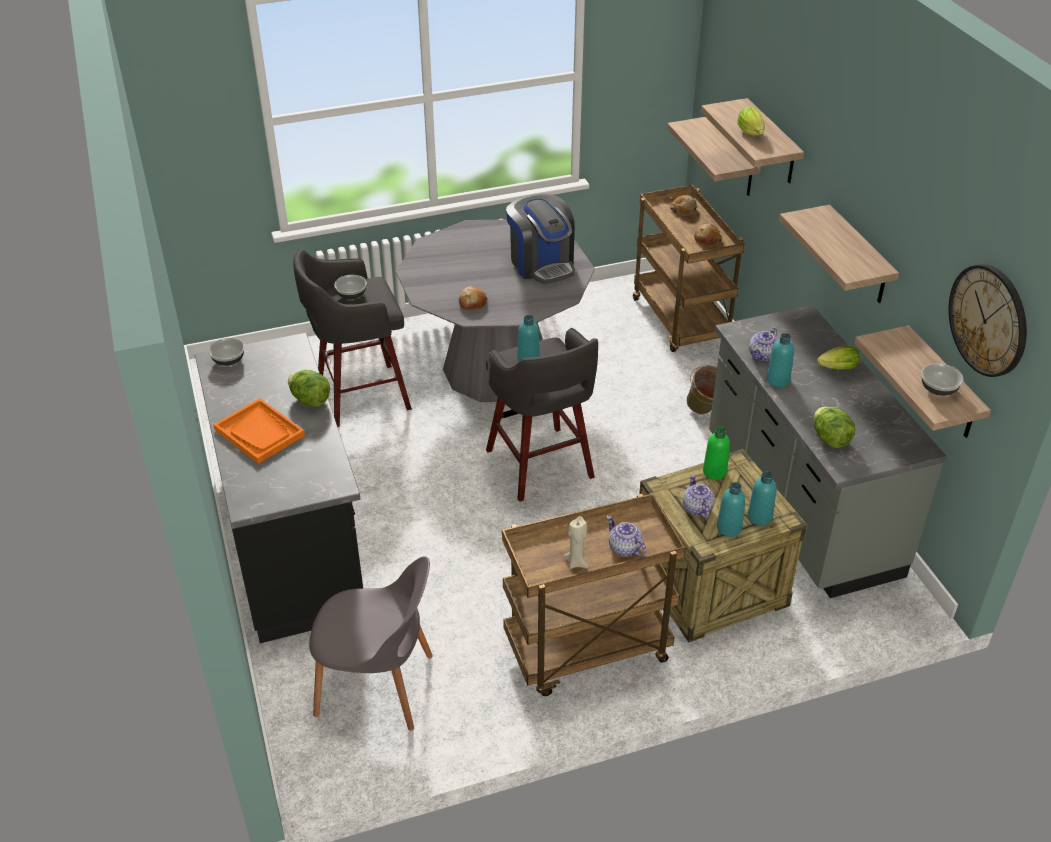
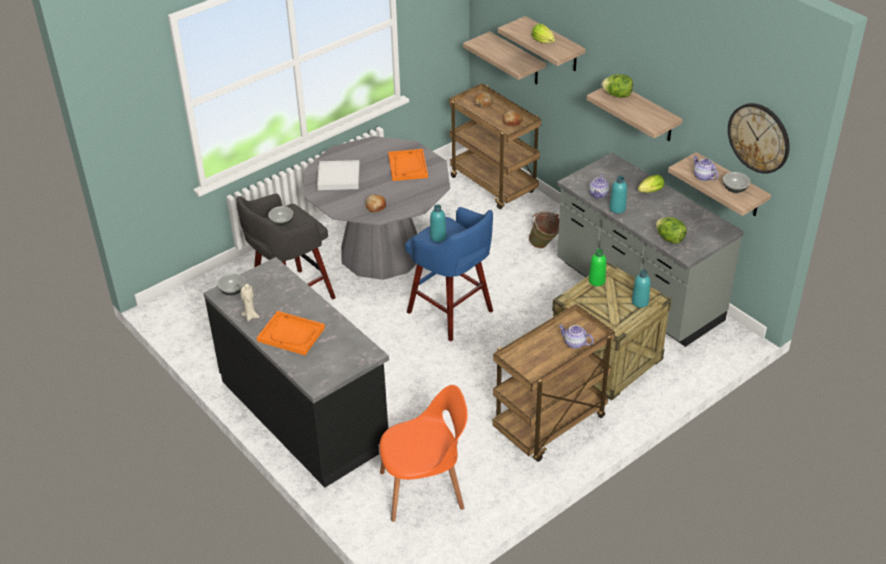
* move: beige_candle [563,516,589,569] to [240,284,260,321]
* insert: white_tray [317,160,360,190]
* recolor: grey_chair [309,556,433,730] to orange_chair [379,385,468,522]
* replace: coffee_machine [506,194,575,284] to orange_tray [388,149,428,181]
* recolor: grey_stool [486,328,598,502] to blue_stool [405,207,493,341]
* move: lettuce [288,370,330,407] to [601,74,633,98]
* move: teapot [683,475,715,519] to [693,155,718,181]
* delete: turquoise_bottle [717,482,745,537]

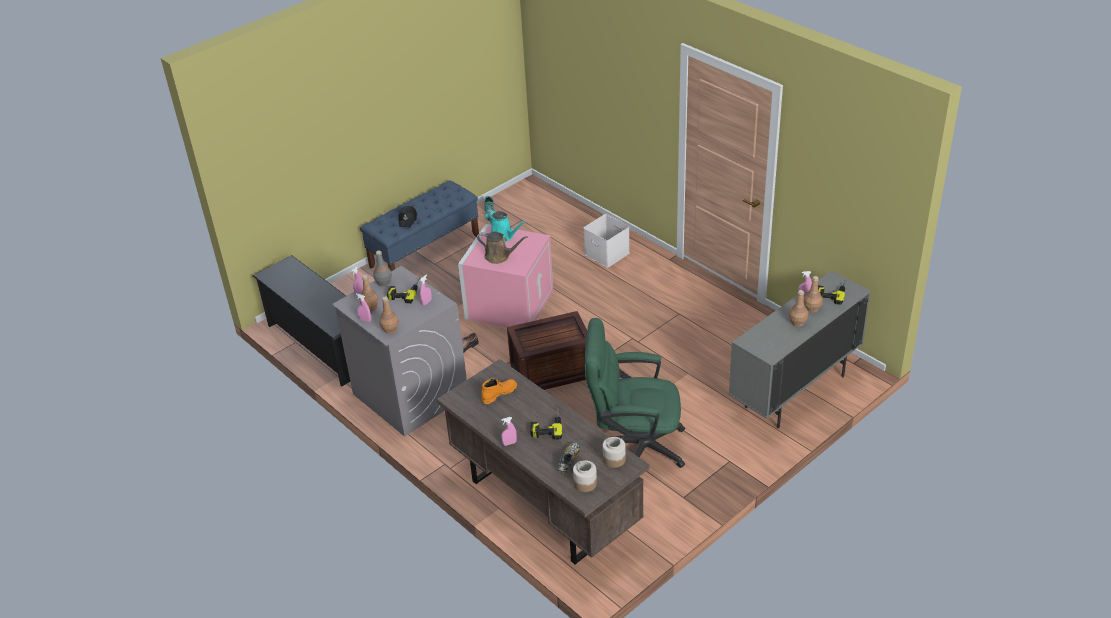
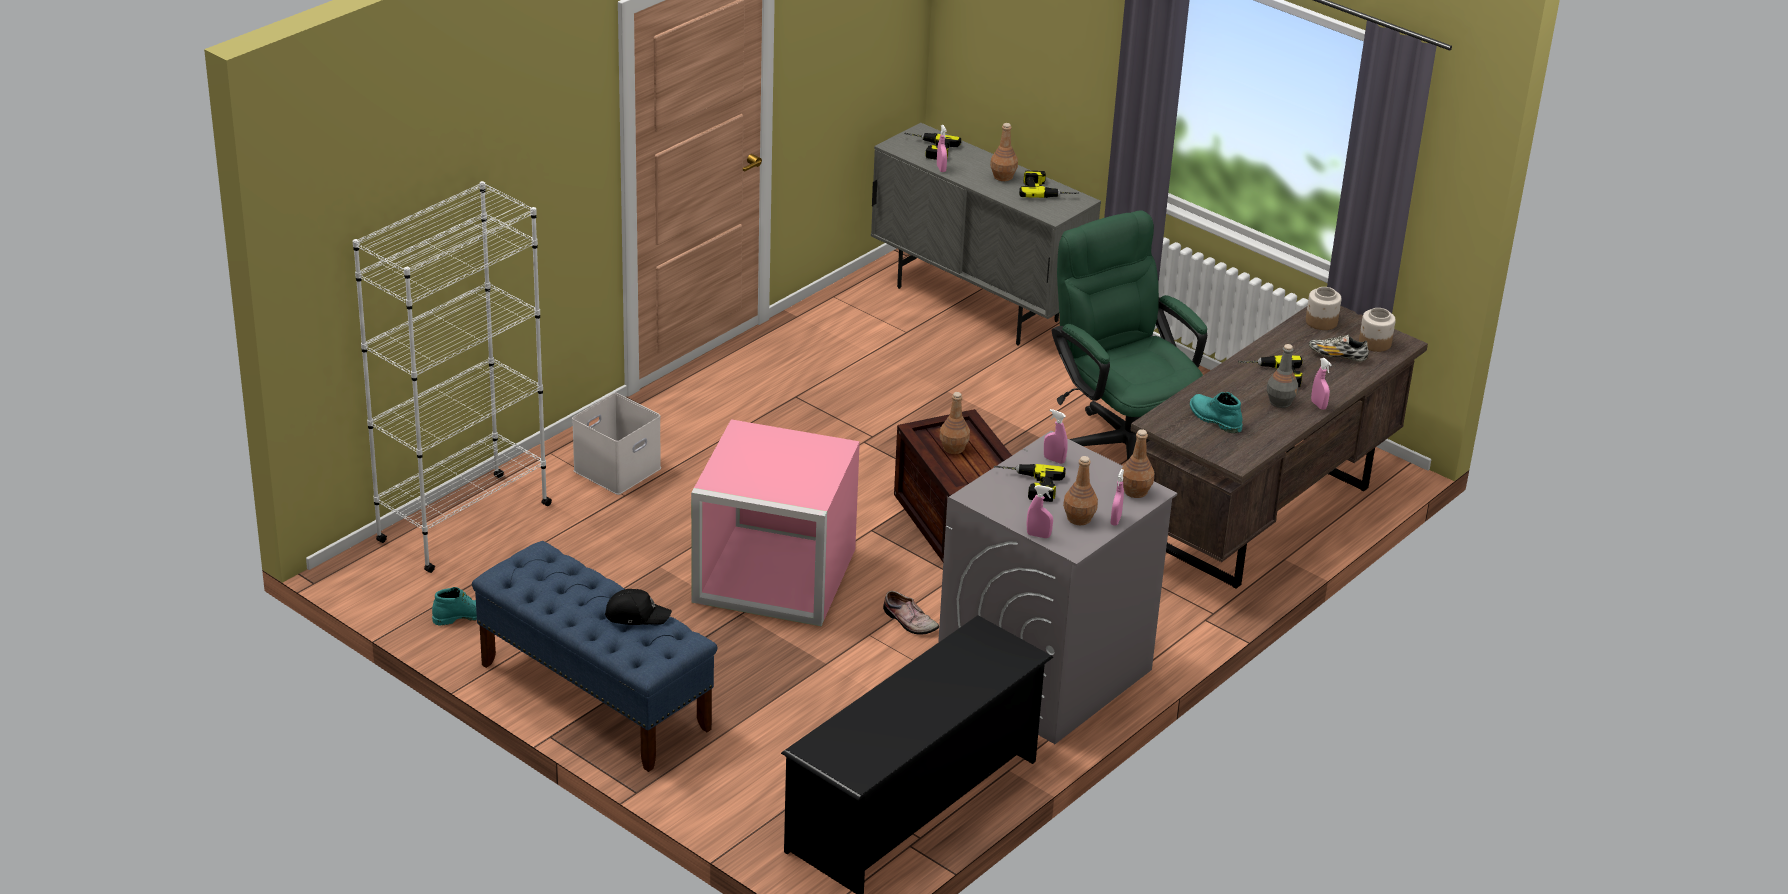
* insert: white_bookcase [353,181,552,573]
* move: brown_bottle [804,276,822,313] to [939,392,970,454]
* insert: power_drill [1019,171,1079,198]
* rotate: green_office_chair [585,318,685,468] = [1052,210,1207,461] 150 degrees clockwise
* recolor: orange_boot [481,378,517,404] to turquoise_boot [1190,392,1242,433]
* move: grey_bottle [373,250,392,287] to [1267,344,1298,408]
* delete: brown_watering_can [477,232,528,264]
* delete: turquoise_watering_can [485,210,526,242]

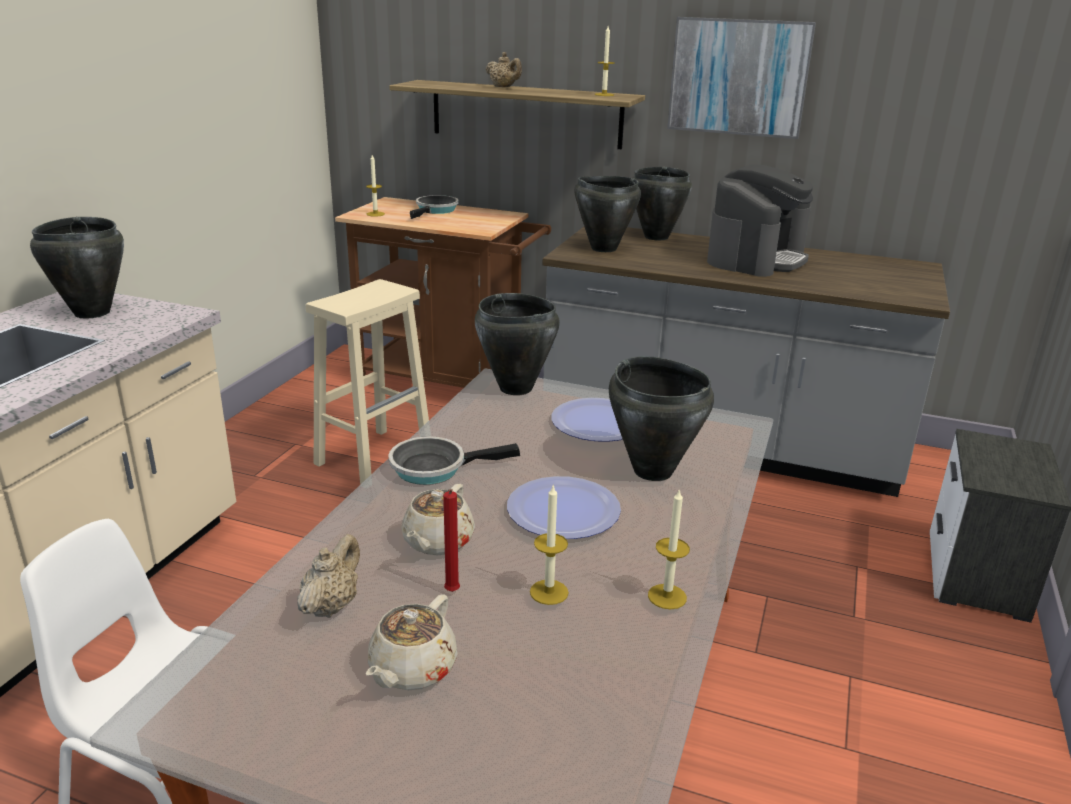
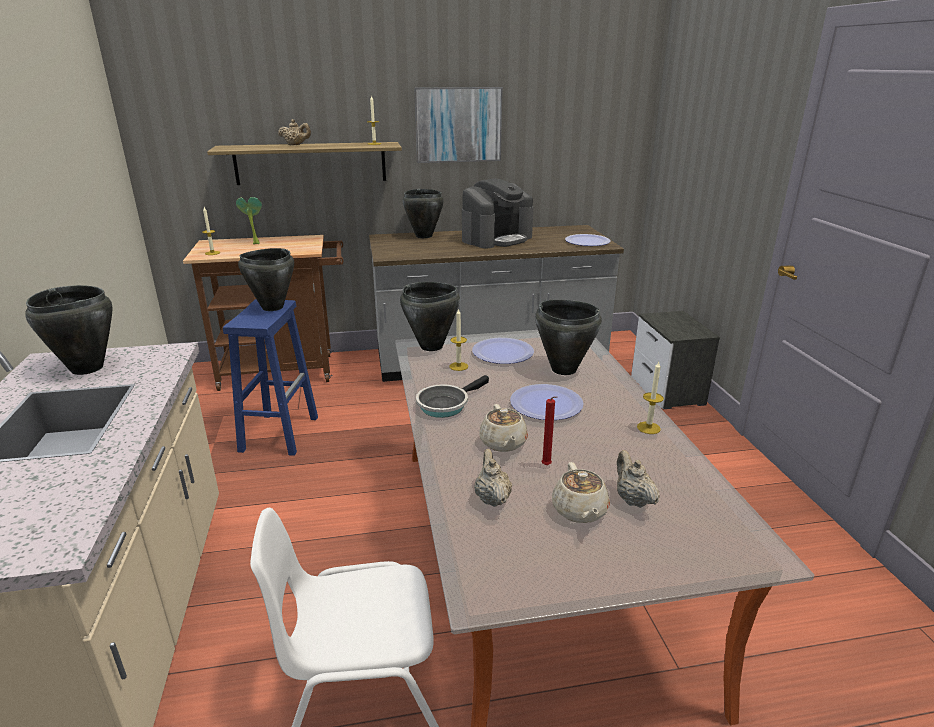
* recolor: beige_stool [306,279,429,485] to blue_stool [223,299,318,456]
* replace: frying_pan [410,195,459,219] to potted_plant [236,197,262,244]
* move: black_cooking_pot [575,176,641,252] to [238,248,294,311]
* move: candle [530,484,569,605] to [449,308,468,371]
* rotate: coffee_machine [707,164,813,277] = [462,179,534,248] 45 degrees clockwise
* insert: plate [565,234,611,246]
* insert: beige_teapot [617,450,660,508]

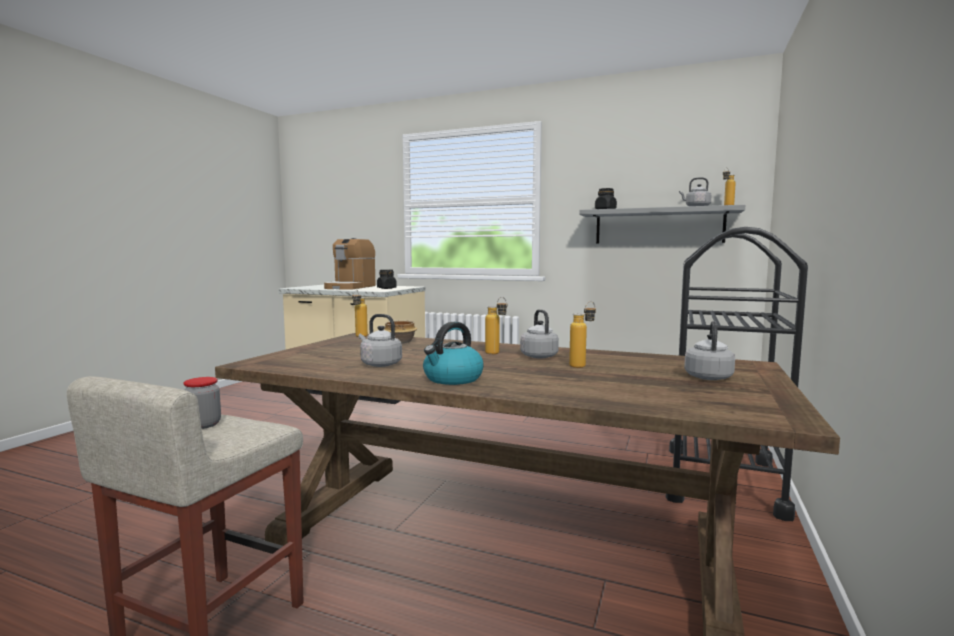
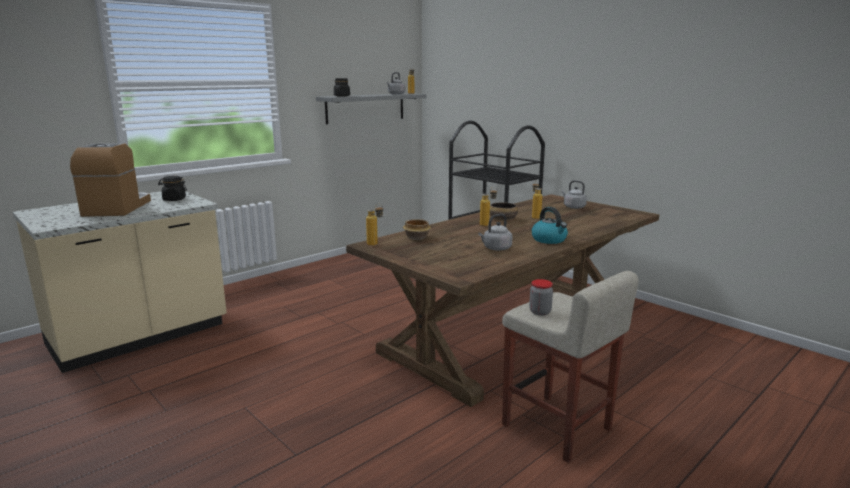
* rotate: coffee_machine [324,238,376,290] = [70,143,151,217] 135 degrees counterclockwise
* replace: grey_kettle [520,309,559,359] to bowl [490,203,518,220]

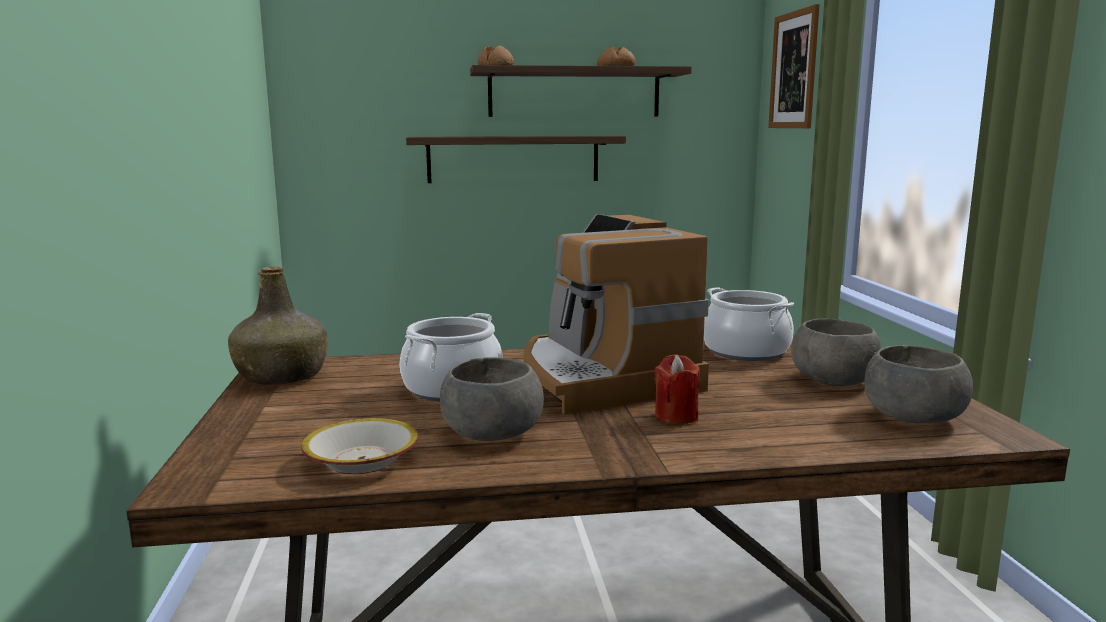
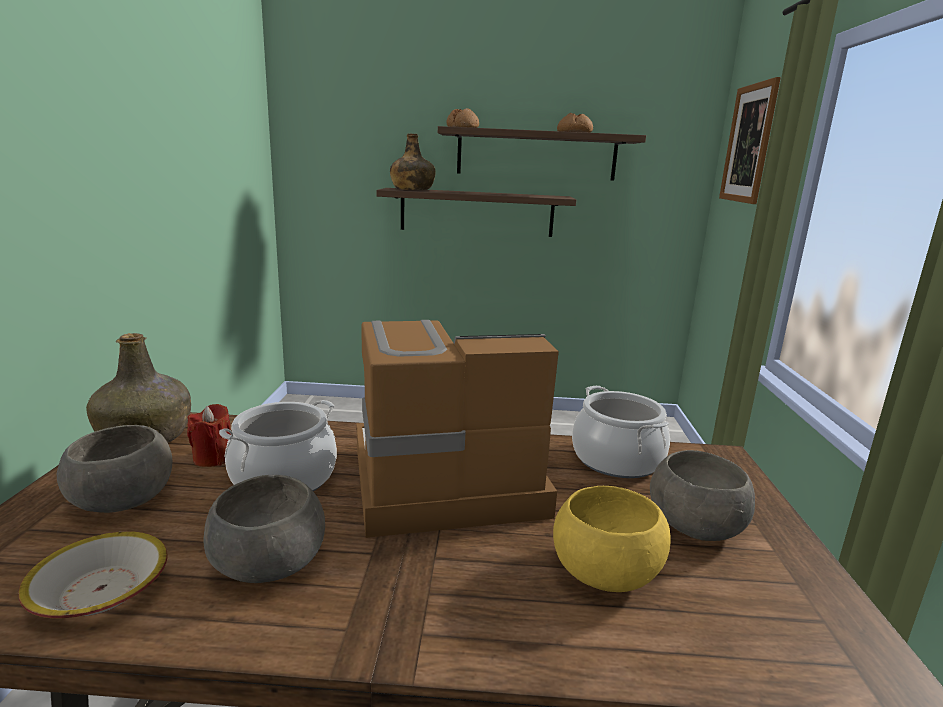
* move: grey_bowl [864,345,973,423] to [57,425,172,513]
* move: red_candle [654,354,700,424] to [187,404,231,467]
* rotate: coffee_machine [524,214,709,415] = [356,320,559,538] 90 degrees clockwise
* insert: green_bottle [390,134,436,190]
* insert: yellow_bowl [553,486,671,592]

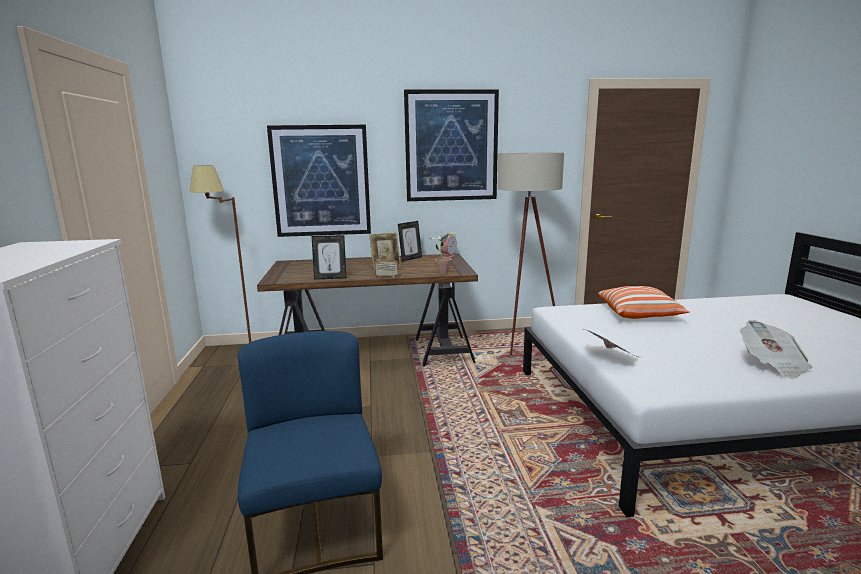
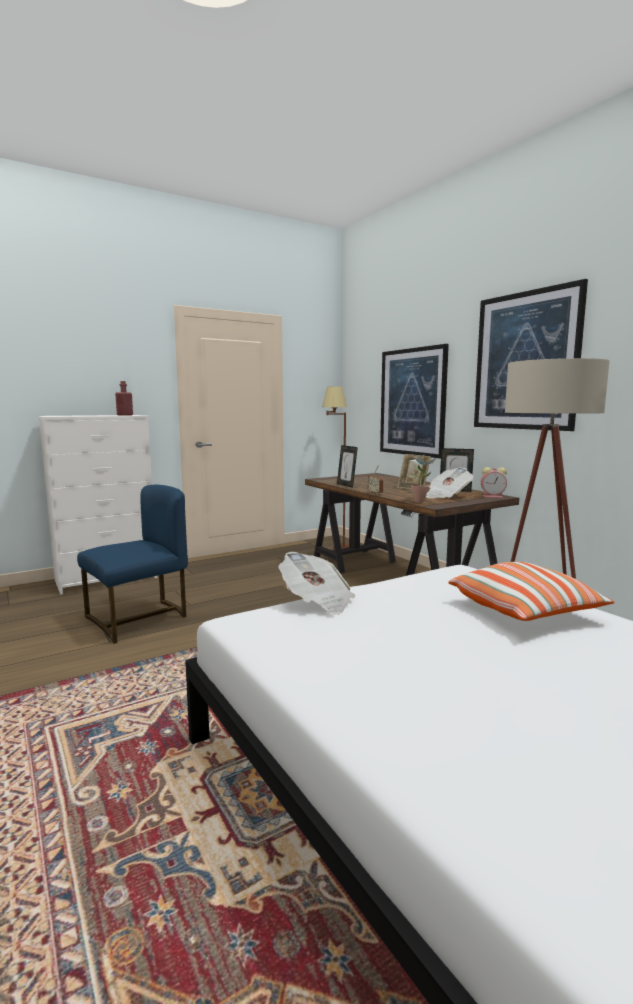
* insert: red_bottle [115,381,133,416]
* move: newspaper [740,320,812,379] to [426,467,474,498]

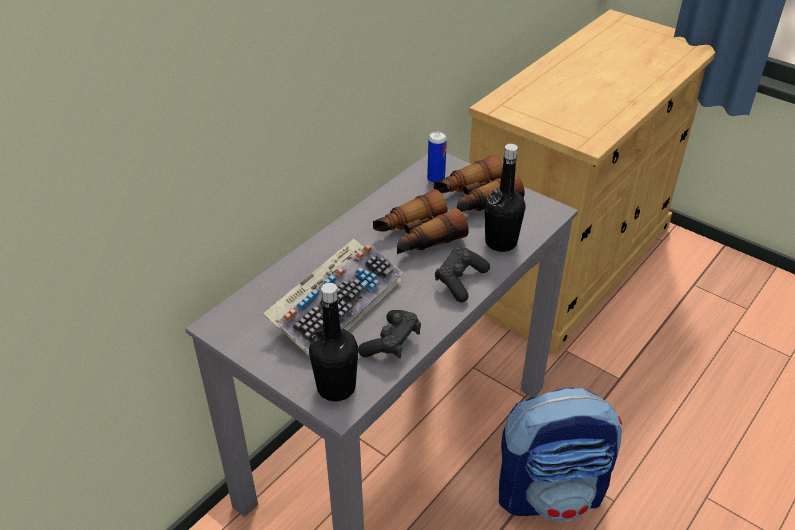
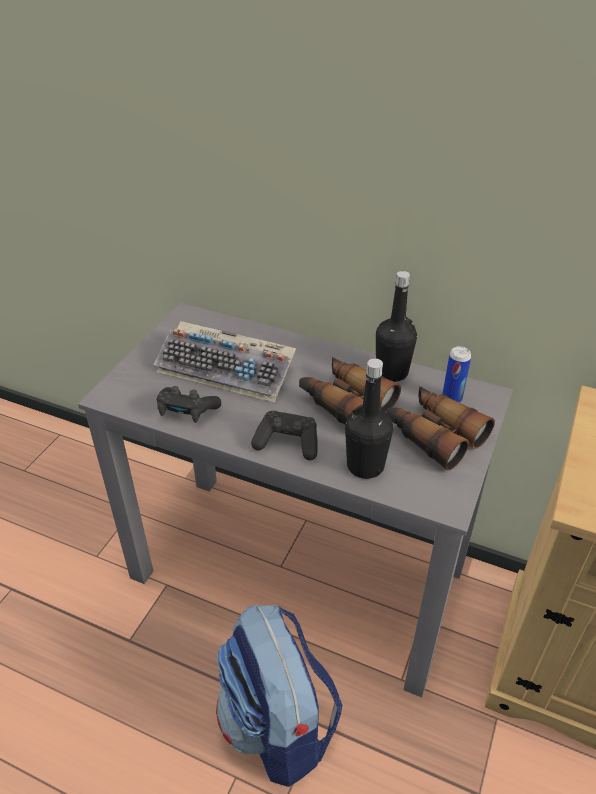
* move: black_bottle [309,283,358,401] to [376,271,417,382]

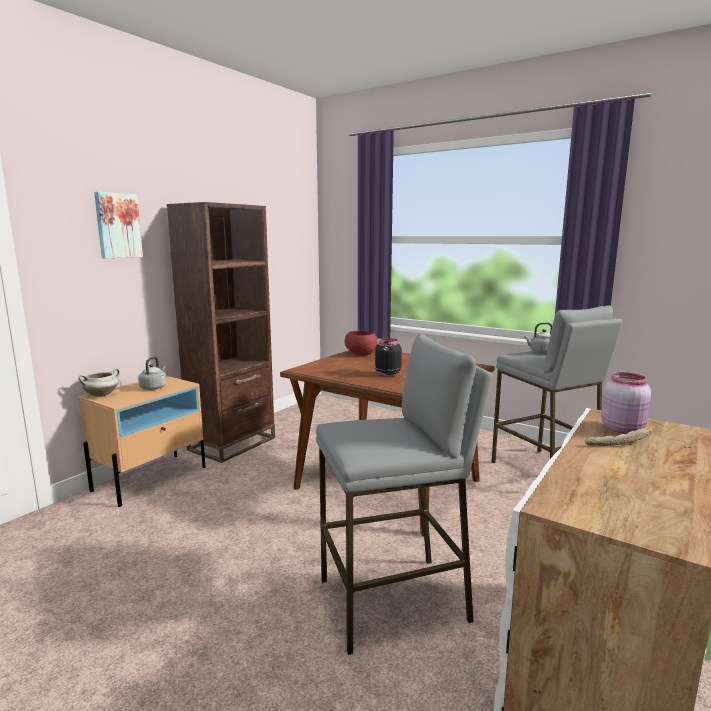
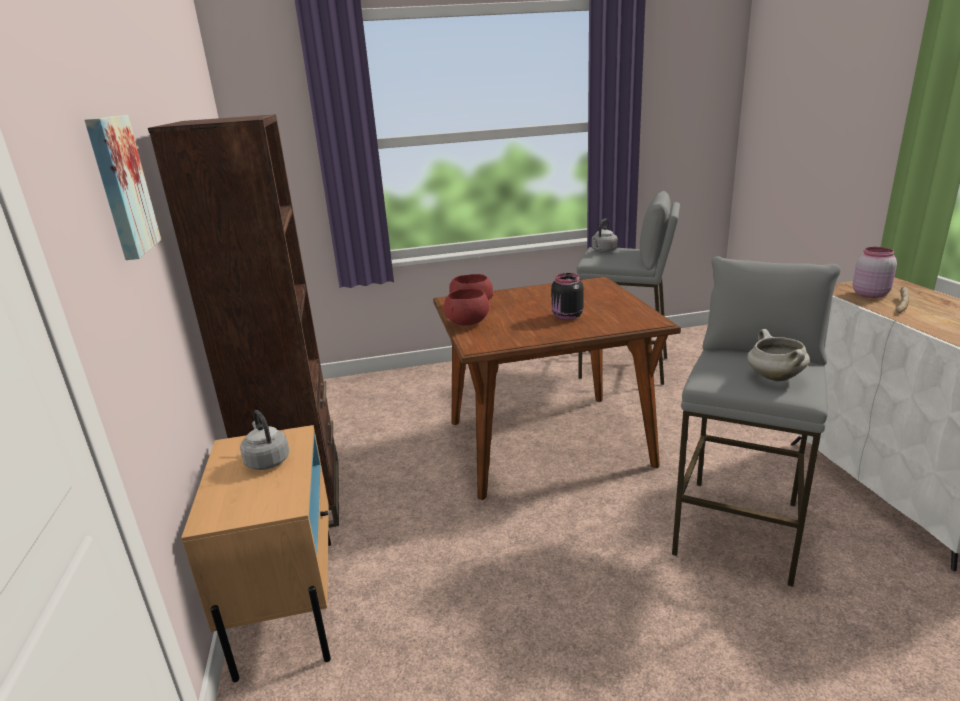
* insert: red_bowl [444,288,489,325]
* move: white_cooking_pot [78,368,120,397] to [747,329,810,381]

